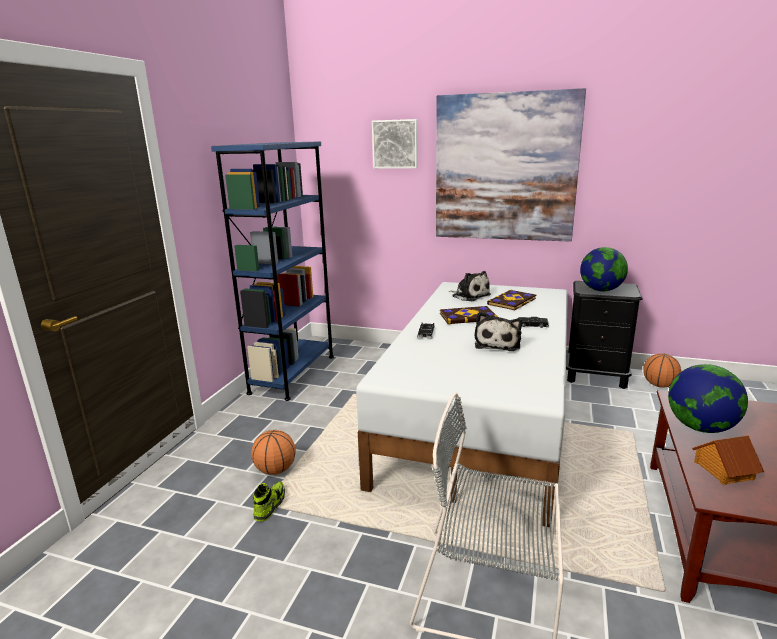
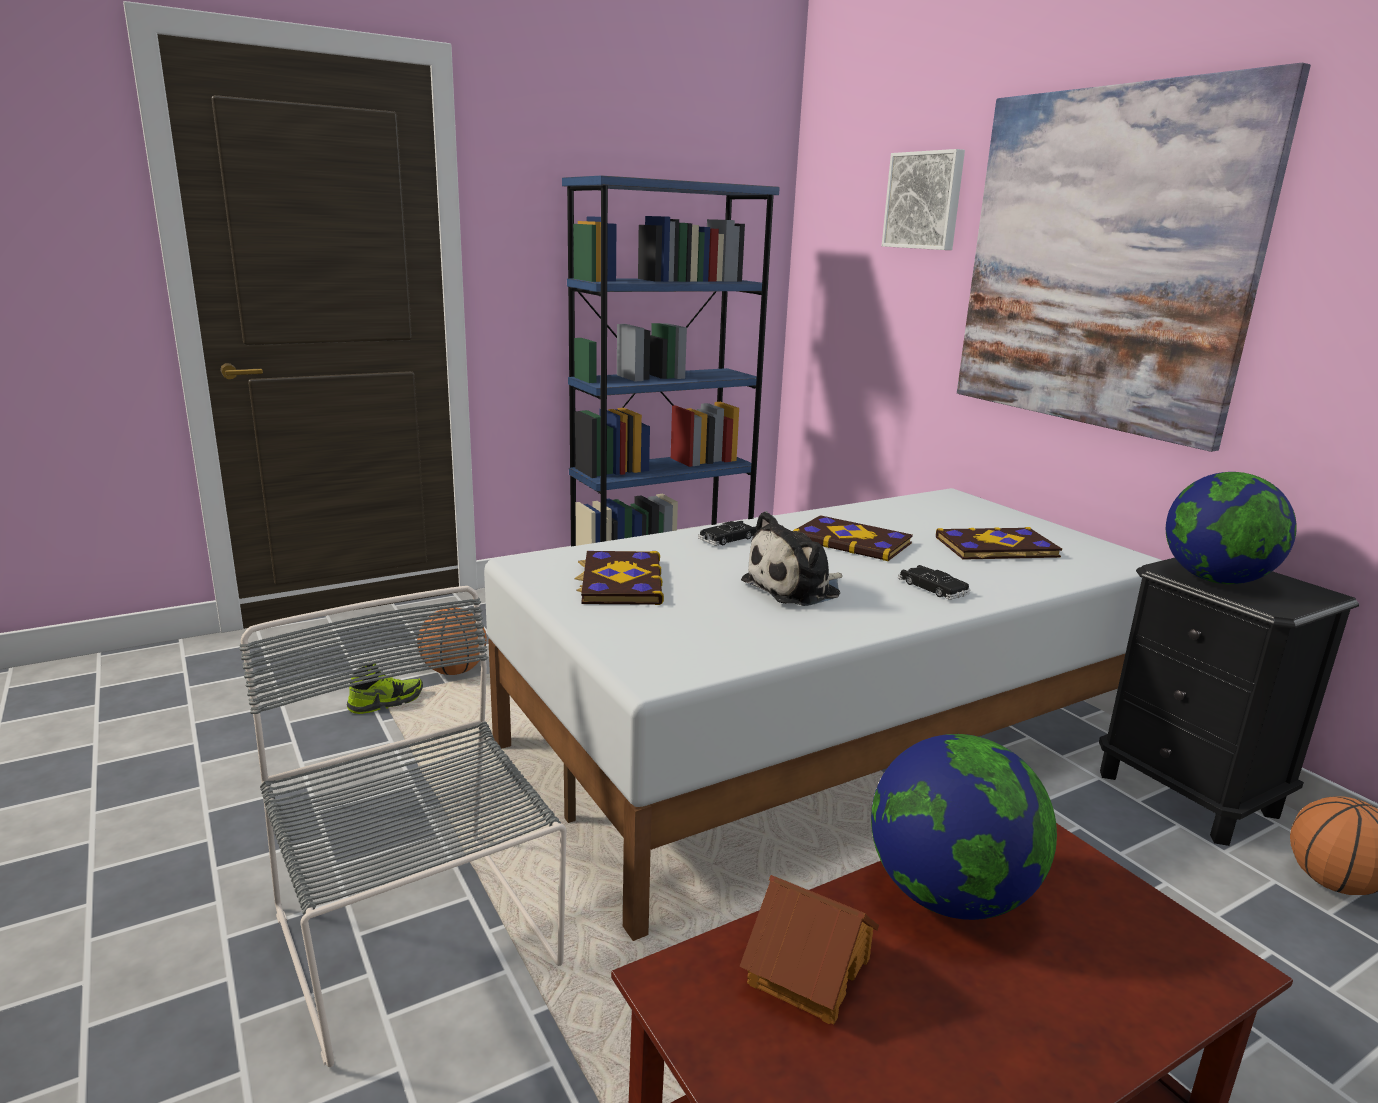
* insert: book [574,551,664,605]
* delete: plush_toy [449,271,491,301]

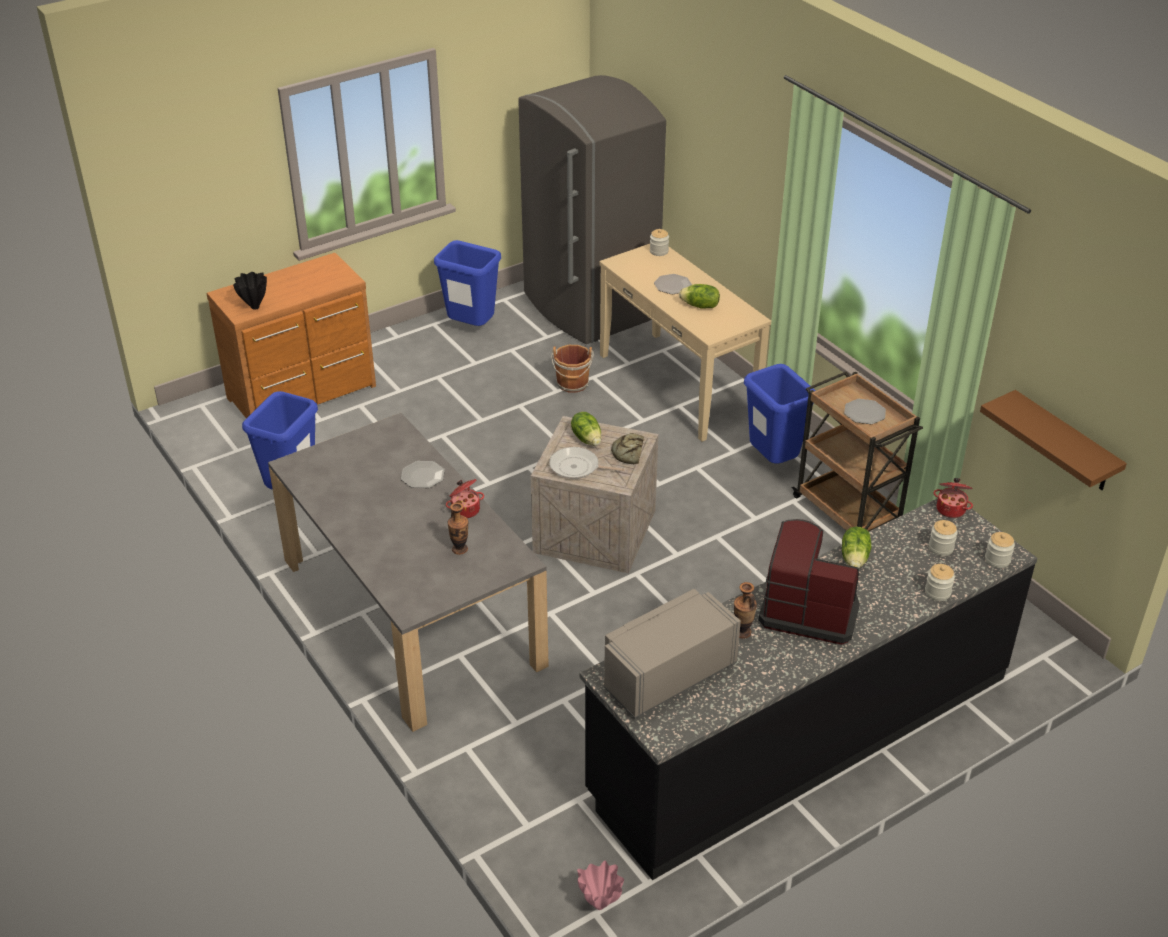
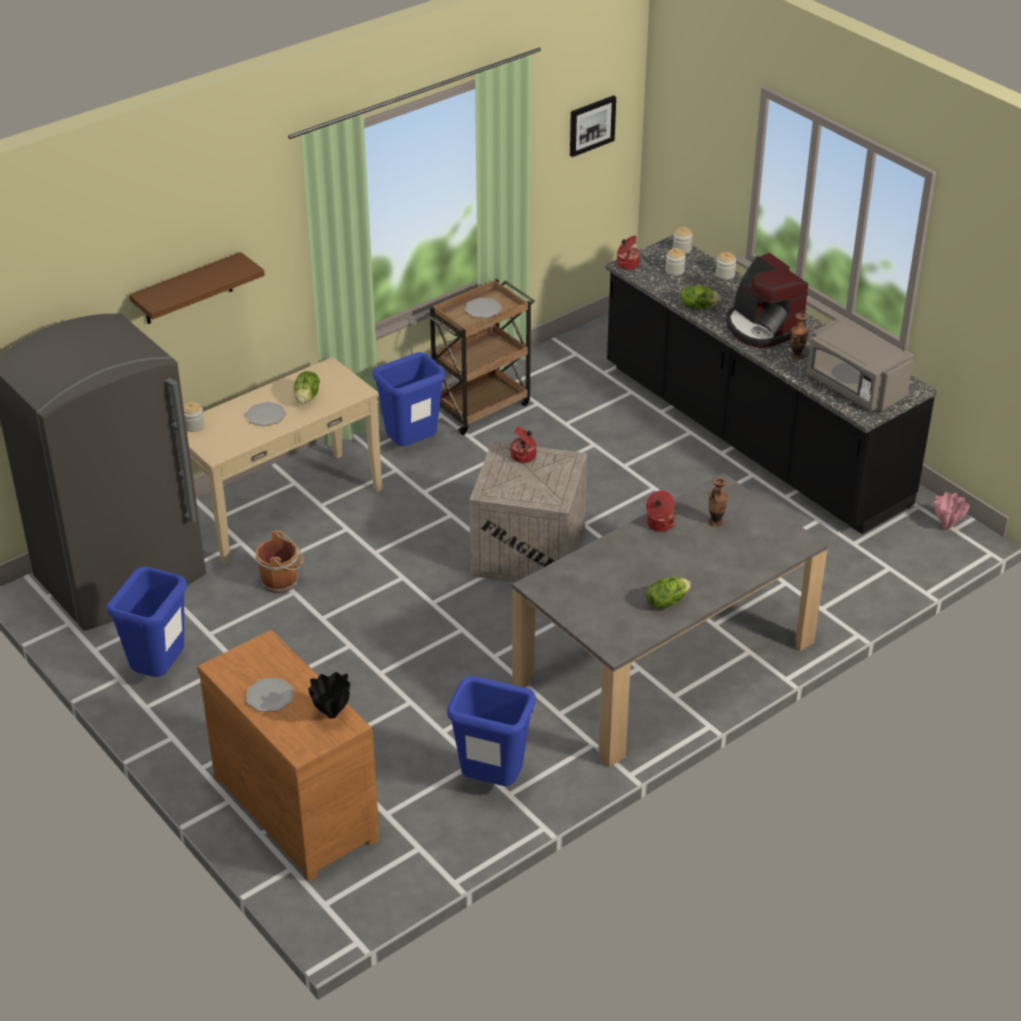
* move: brown_shelf [980,390,1127,490] to [129,252,265,324]
* move: plate [401,461,445,488] to [246,678,294,712]
* replace: bread [611,433,644,464] to cooking_pot [510,427,537,463]
* insert: picture [570,95,616,157]
* move: lettuce [571,412,601,446] to [646,577,691,609]
* rotate: coffee_machine [759,519,860,645] = [726,253,808,348] 45 degrees counterclockwise
* delete: frying_pan [549,447,625,479]

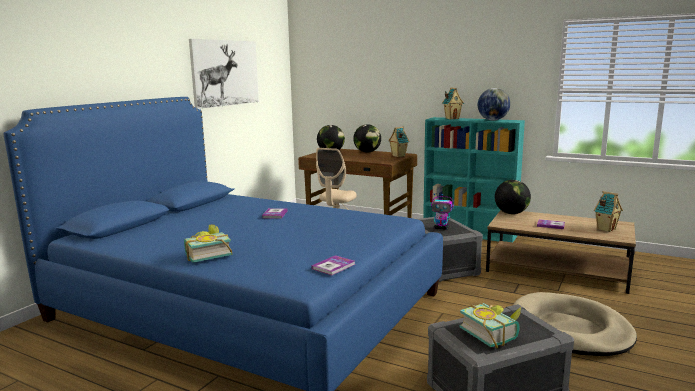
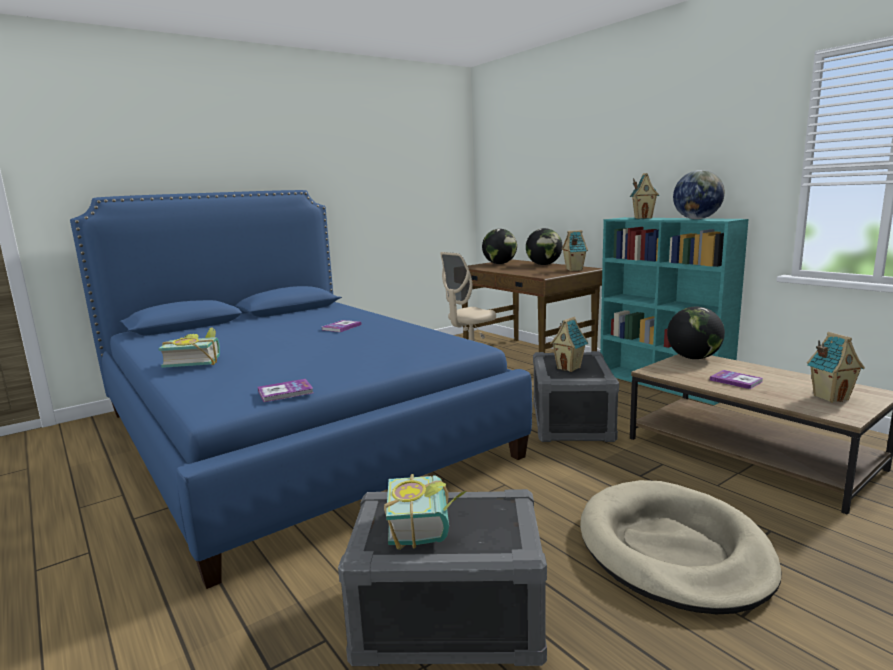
* replace: toy_robot [431,193,454,230] to toy_house [550,317,588,372]
* delete: picture [189,39,259,109]

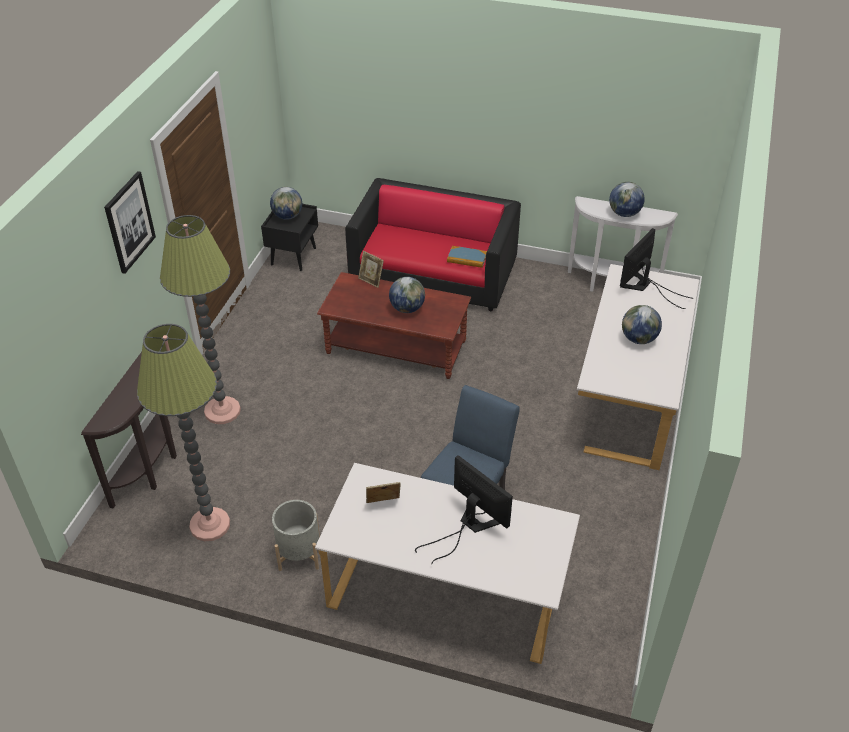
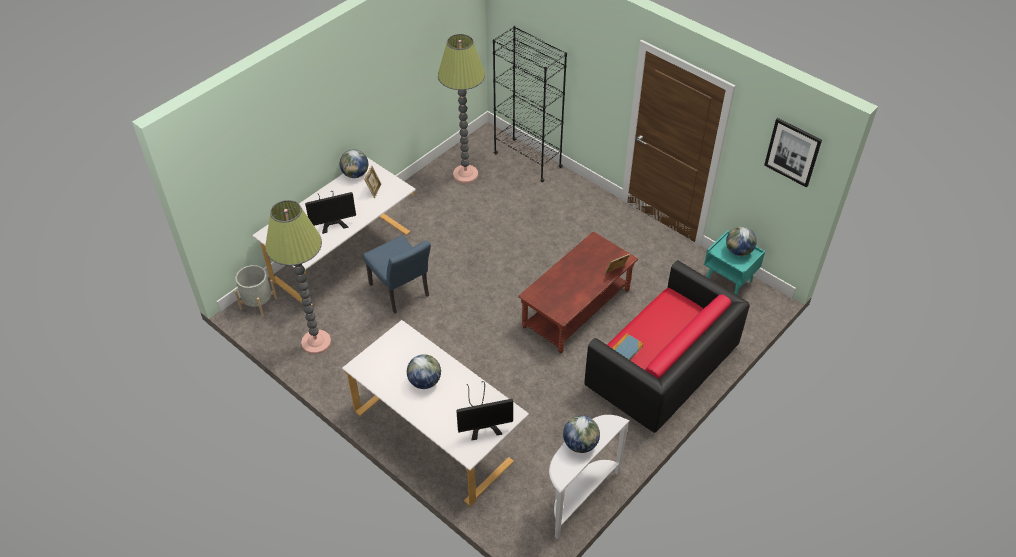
* move: grey_planter [272,500,320,571] to [234,265,277,317]
* move: floor_lamp [160,215,241,424] to [265,200,331,354]
* move: globe [389,277,425,313] to [340,149,368,178]
* rotate: monitor [620,228,693,309] = [456,381,513,440] 105 degrees clockwise
* replace: brown_console_table [81,352,177,508] to black_bookcase [493,26,567,182]
* recolor: black_nightstand [261,204,318,271] to turquoise_nightstand [704,230,765,295]
* move: picture [104,171,156,274] to [764,118,822,187]

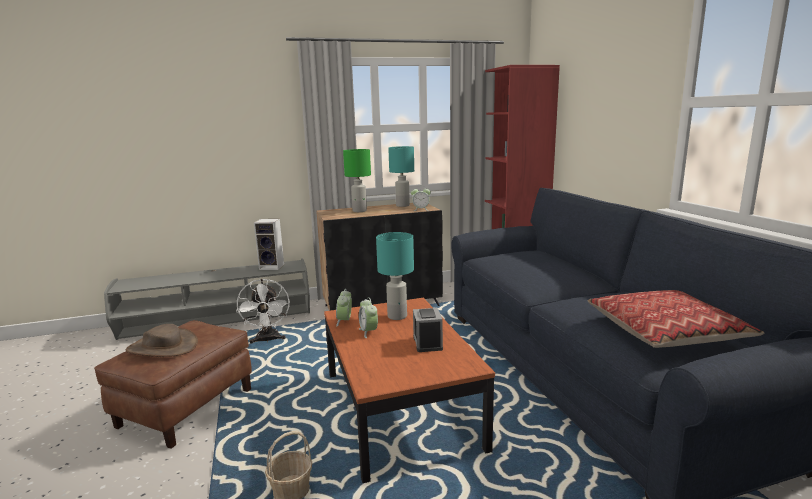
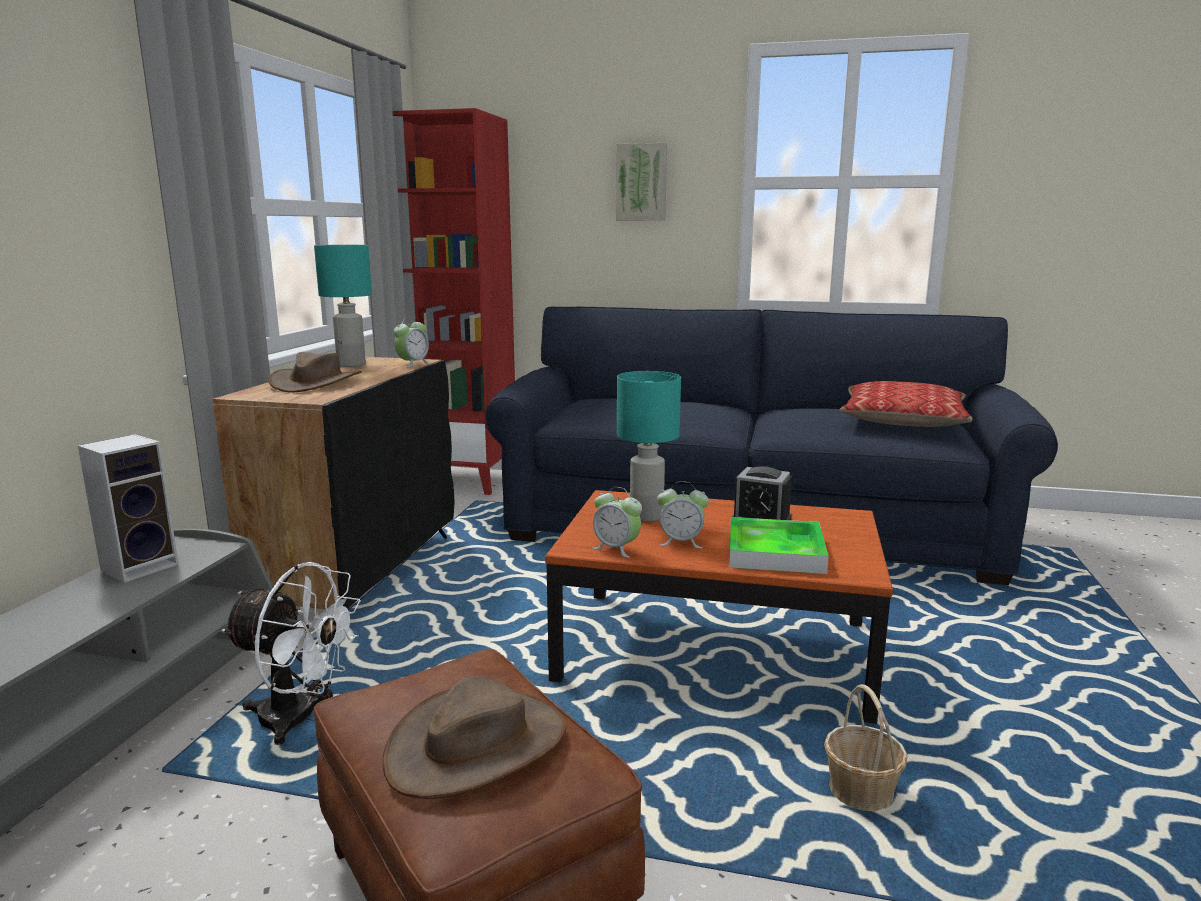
* replace: green_table_lamp [343,149,371,212] to brown_hat [268,352,362,393]
* insert: picture [616,143,667,221]
* insert: tray [729,517,829,574]

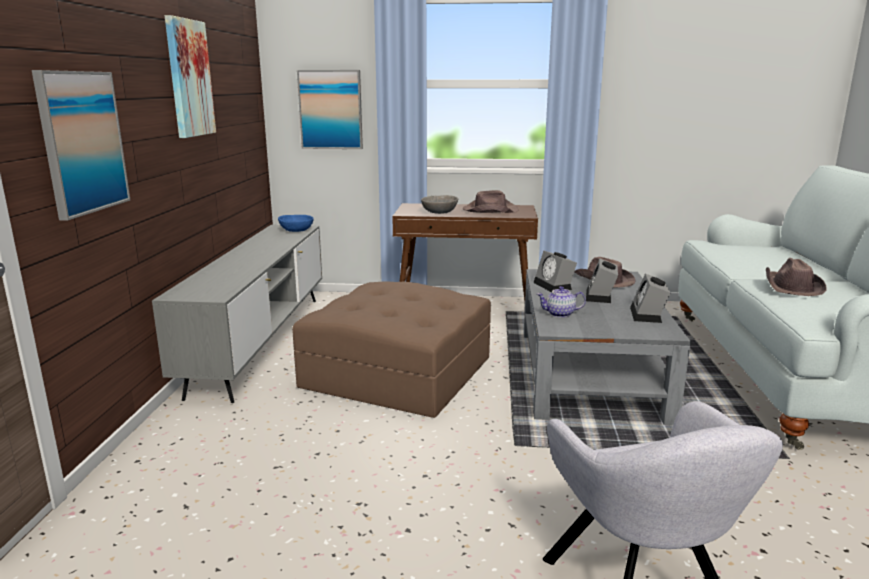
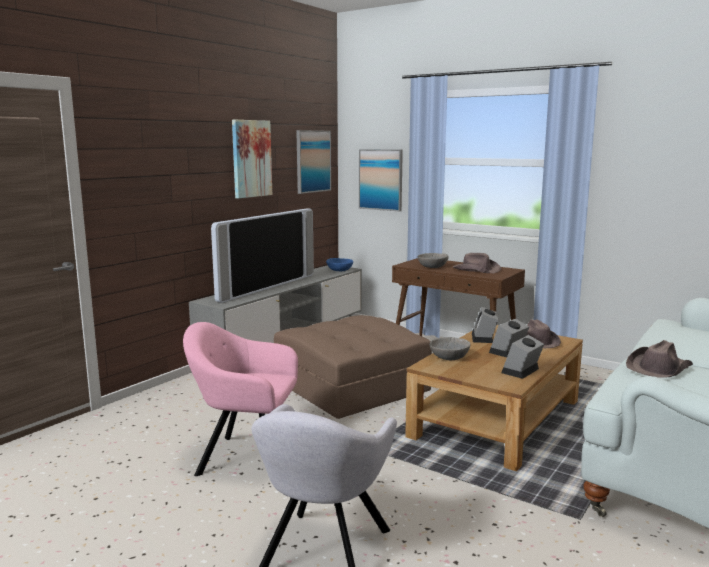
* insert: pink_armchair [183,322,298,476]
* insert: television [211,208,314,303]
* move: picture [32,70,130,221] to [296,130,331,194]
* recolor: grey_coffee_table [524,269,691,425] to brown_coffee_table [405,325,583,471]
* replace: teapot [537,286,586,318] to grey_bowl [429,337,470,360]

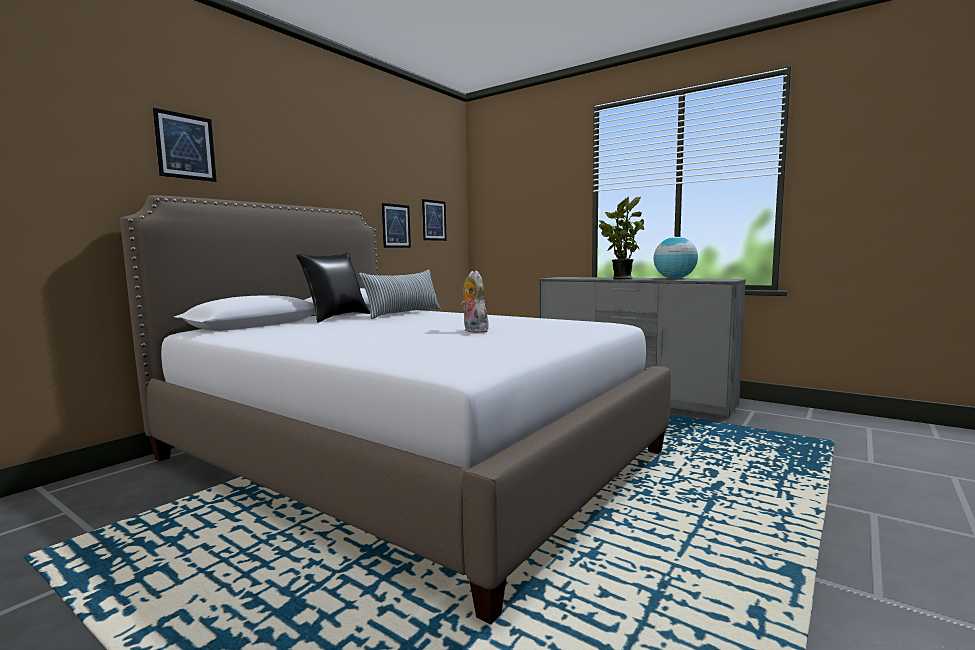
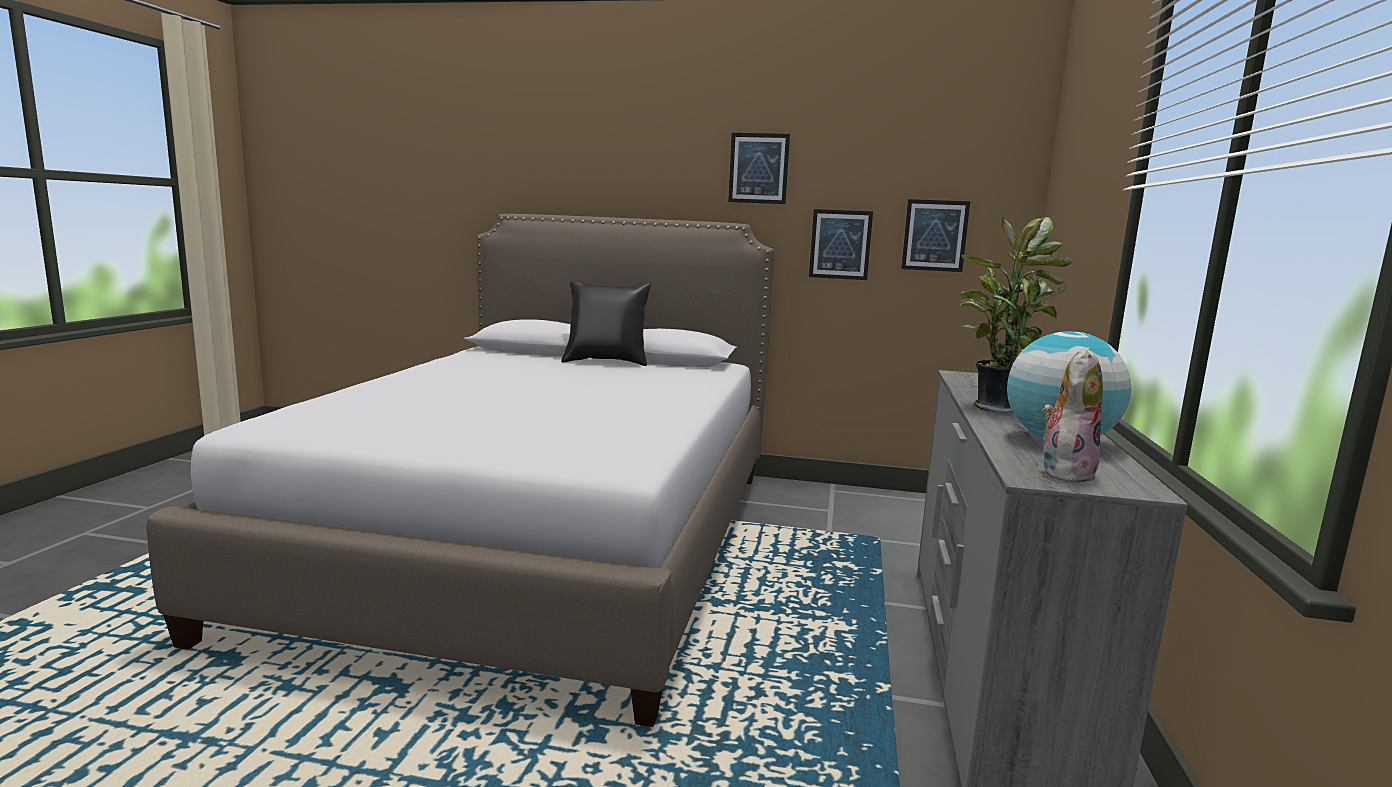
* move: picture [153,108,217,182] to [728,133,790,204]
* move: plush_toy [461,271,489,333] to [1042,347,1103,482]
* delete: pillow [359,270,441,319]

